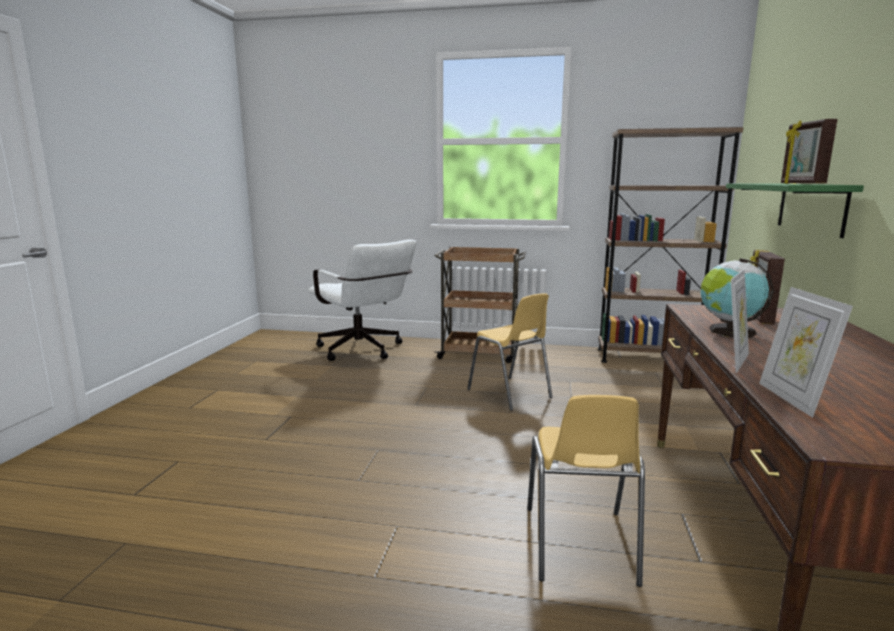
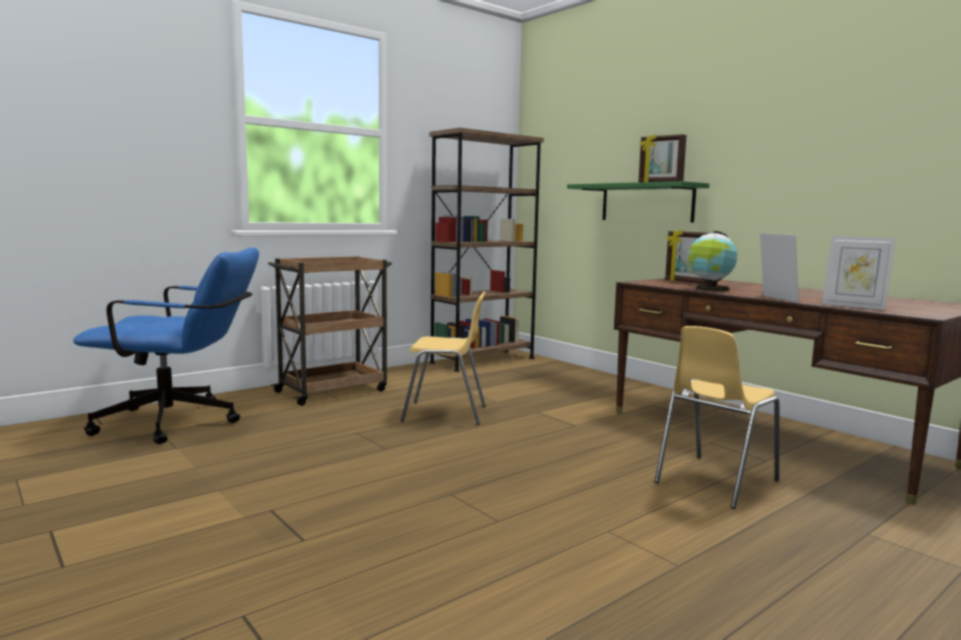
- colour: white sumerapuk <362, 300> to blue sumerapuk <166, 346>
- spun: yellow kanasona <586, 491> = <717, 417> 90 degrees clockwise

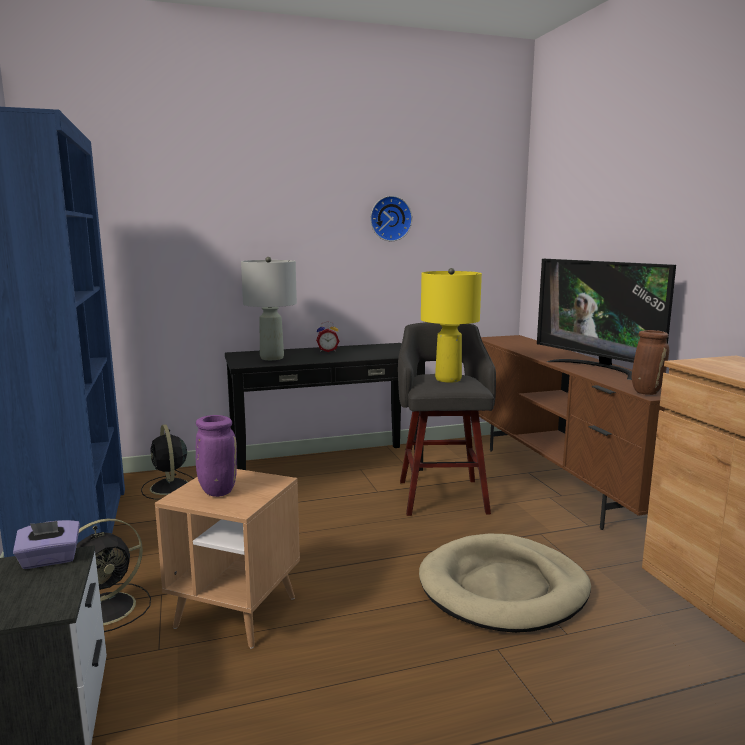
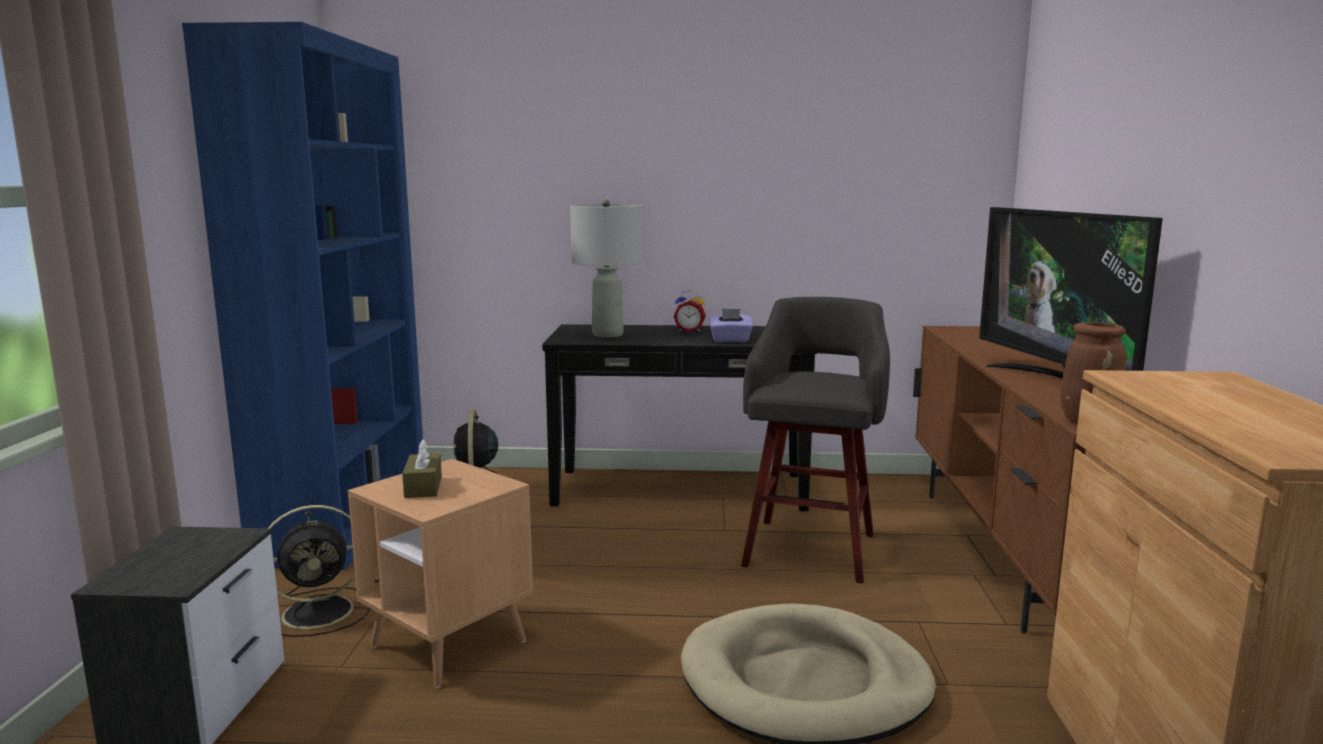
- missing: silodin <391, 218>
- missing: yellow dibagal <451, 325>
- exchanged: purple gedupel <216, 456> to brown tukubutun <422, 468>
- relocated: purple tukubutun <46, 544> to <731, 325>

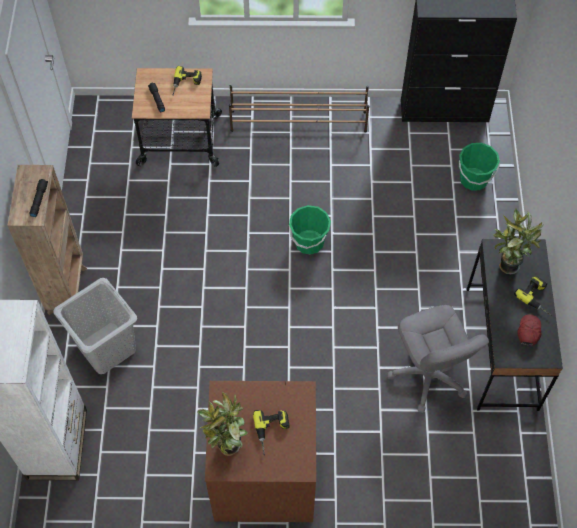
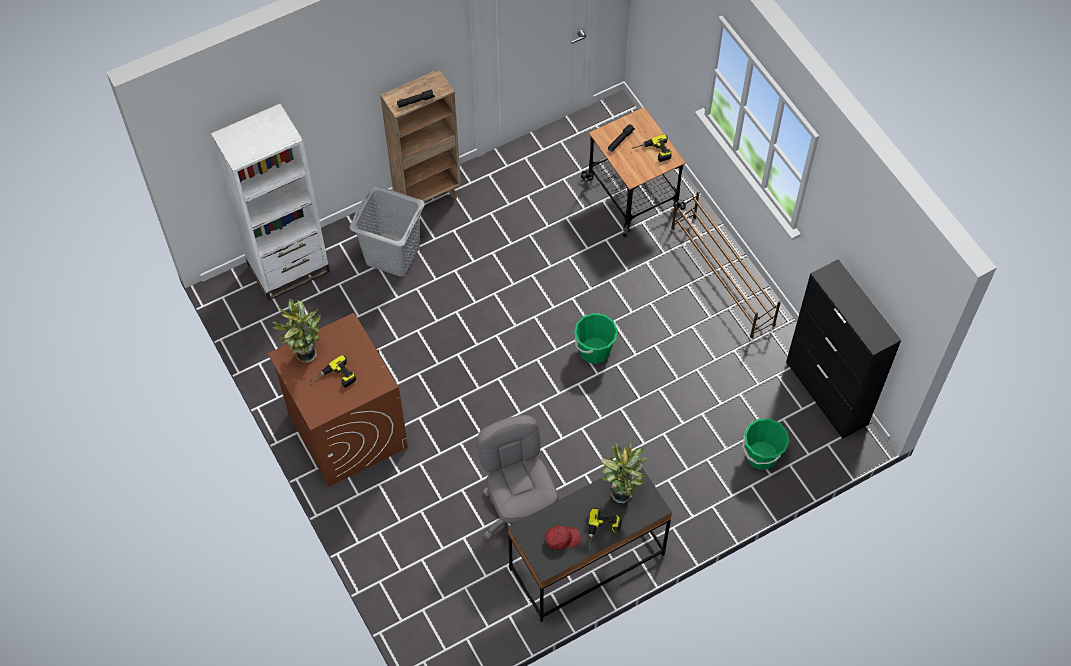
- spun: grey sumerapuk <438, 359> = <518, 477> 120 degrees clockwise

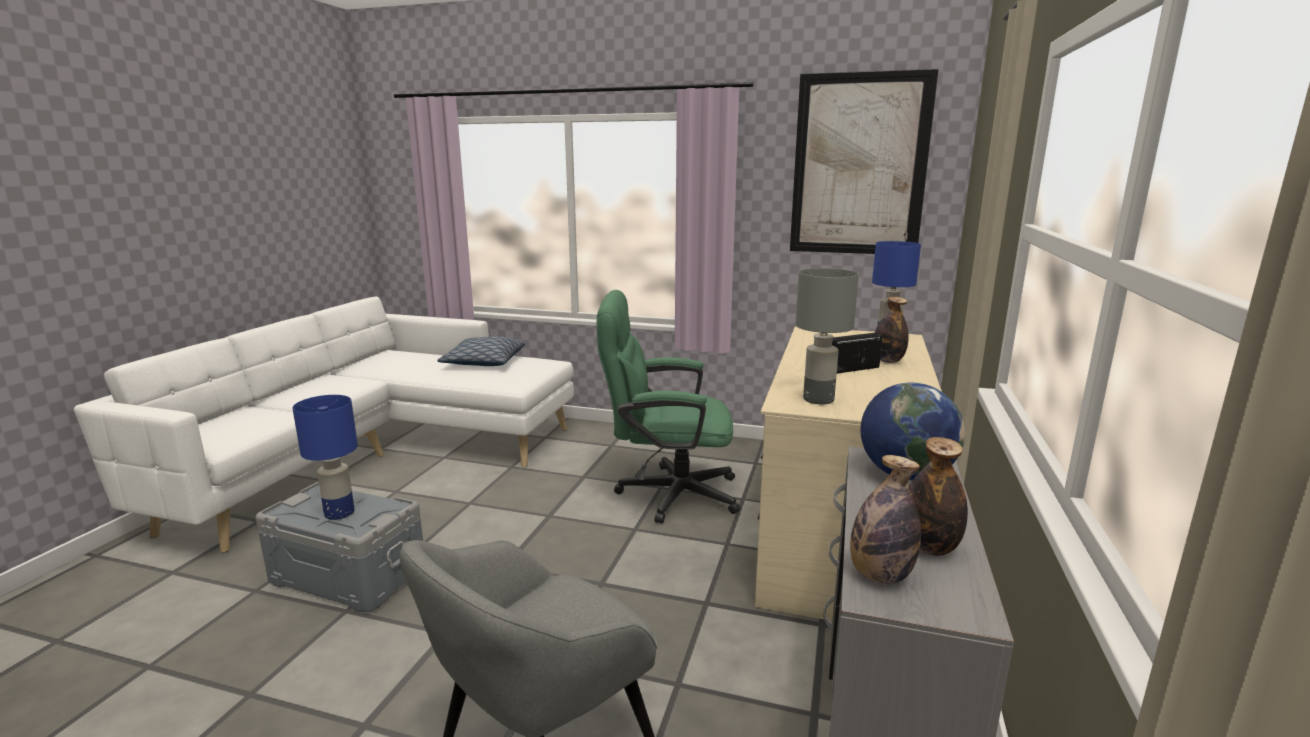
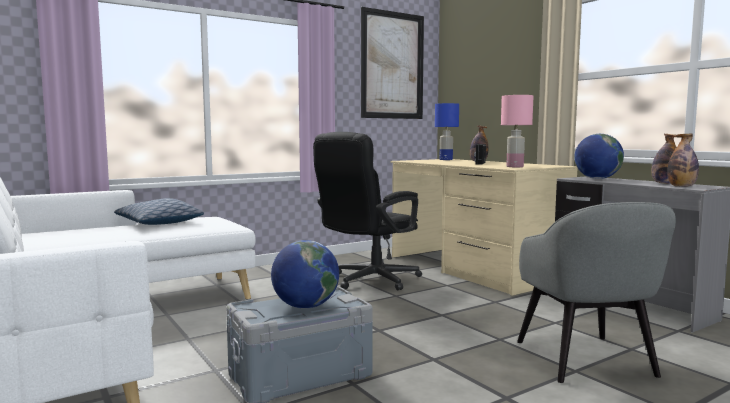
- colour: grey dibagal <827, 336> to pink dibagal <517, 131>
- colour: green sumerapuk <668, 407> to black sumerapuk <367, 211>
- exchanged: blue dibagal <325, 457> to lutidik <305, 274>

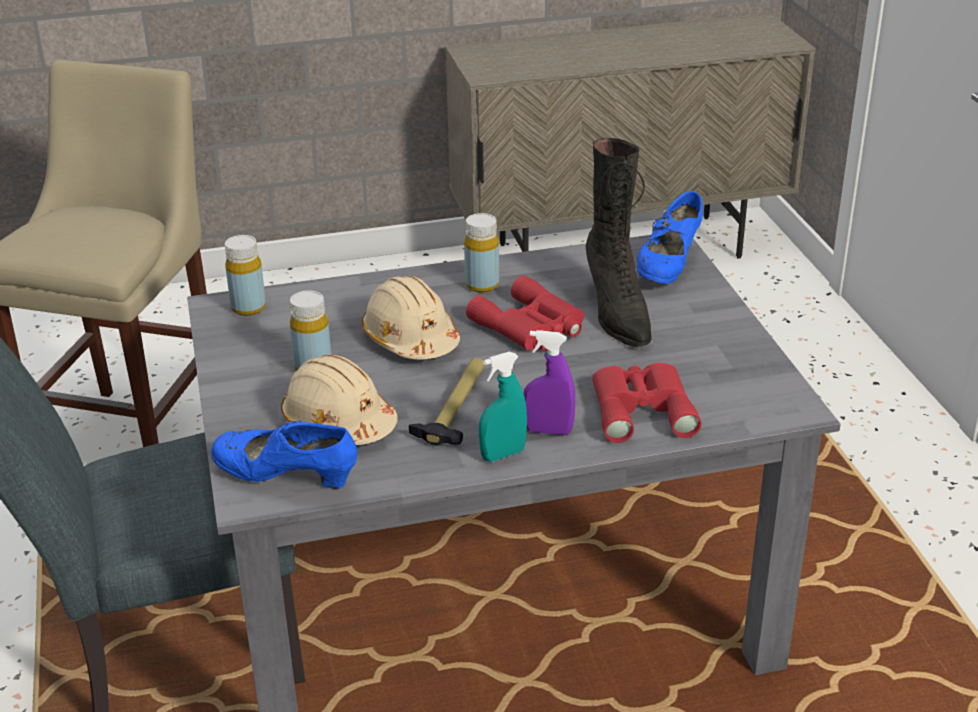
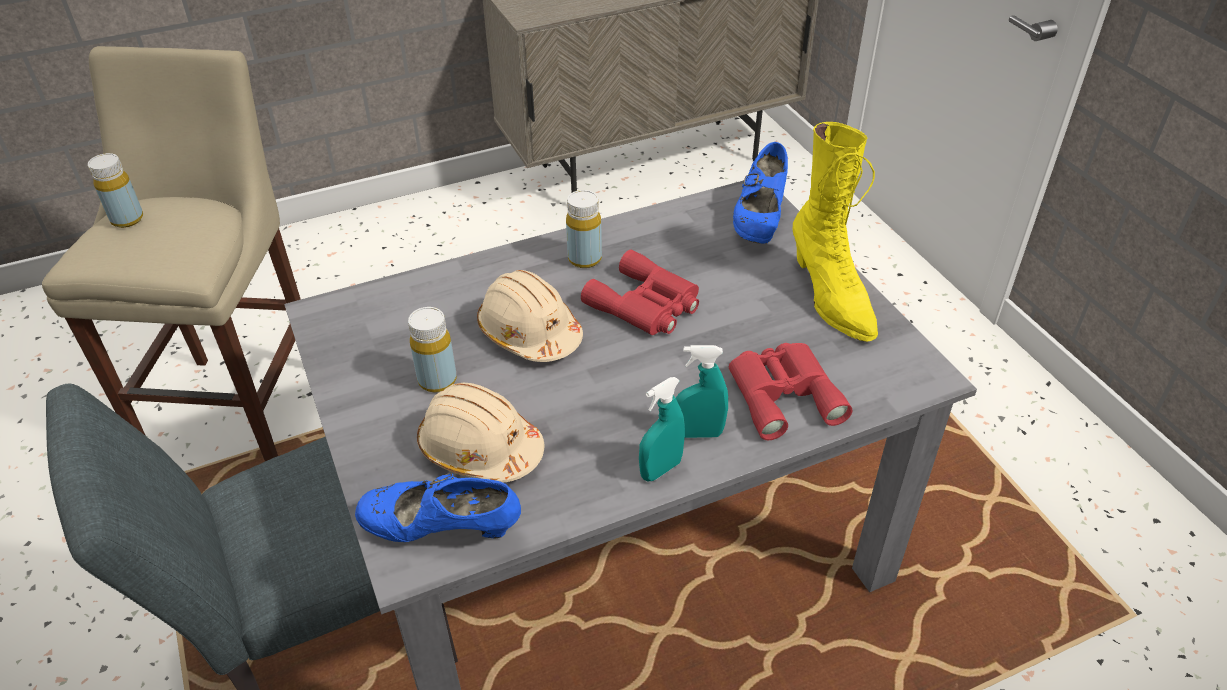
- missing: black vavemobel <619, 243>
- relocated: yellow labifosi <245, 275> to <115, 190>
- colour: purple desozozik <549, 382> to turquoise desozozik <702, 391>
- missing: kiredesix <447, 401>
- appeared: yellow vavemobel <835, 232>

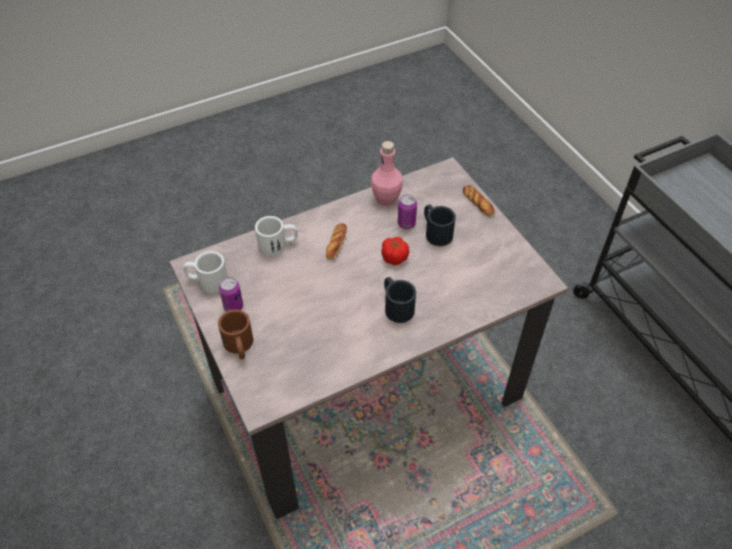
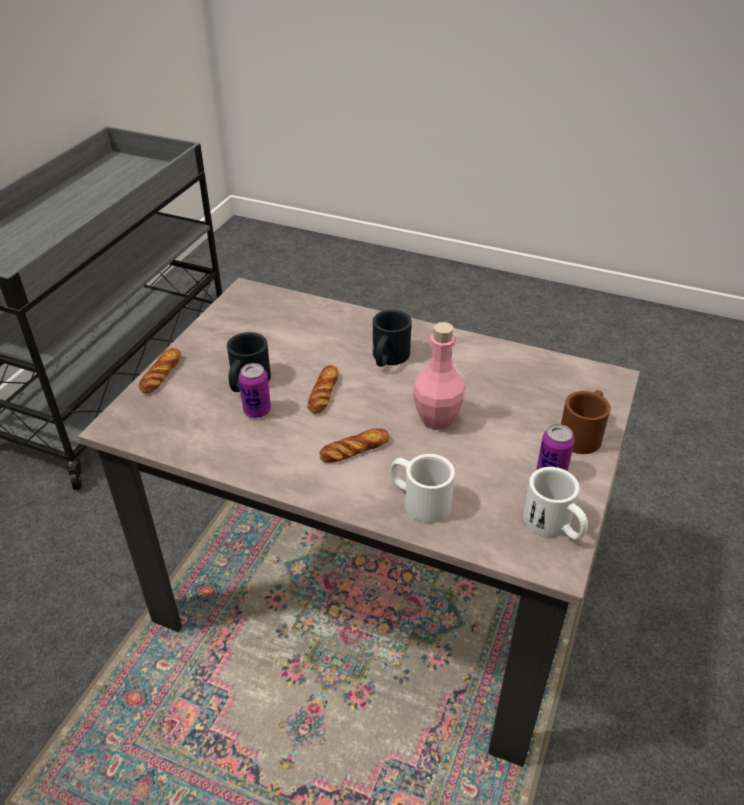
- relocated: pink labifosi <387, 173> to <439, 376>
- exchanged: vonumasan <395, 251> to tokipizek <322, 389>

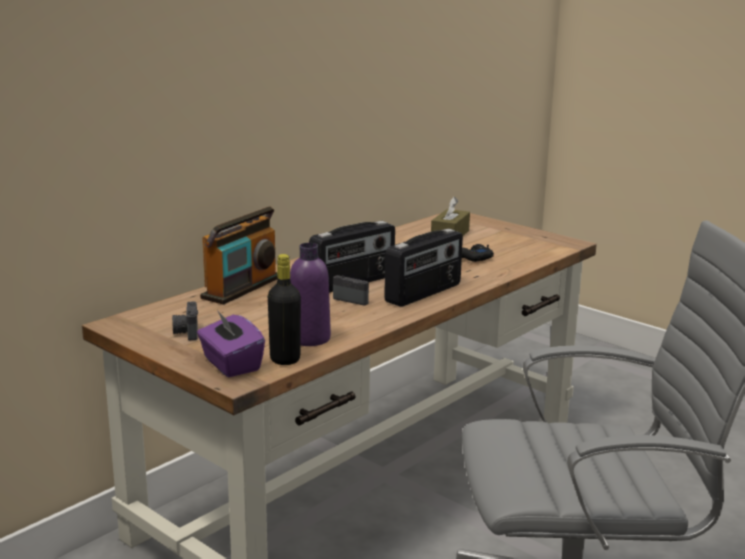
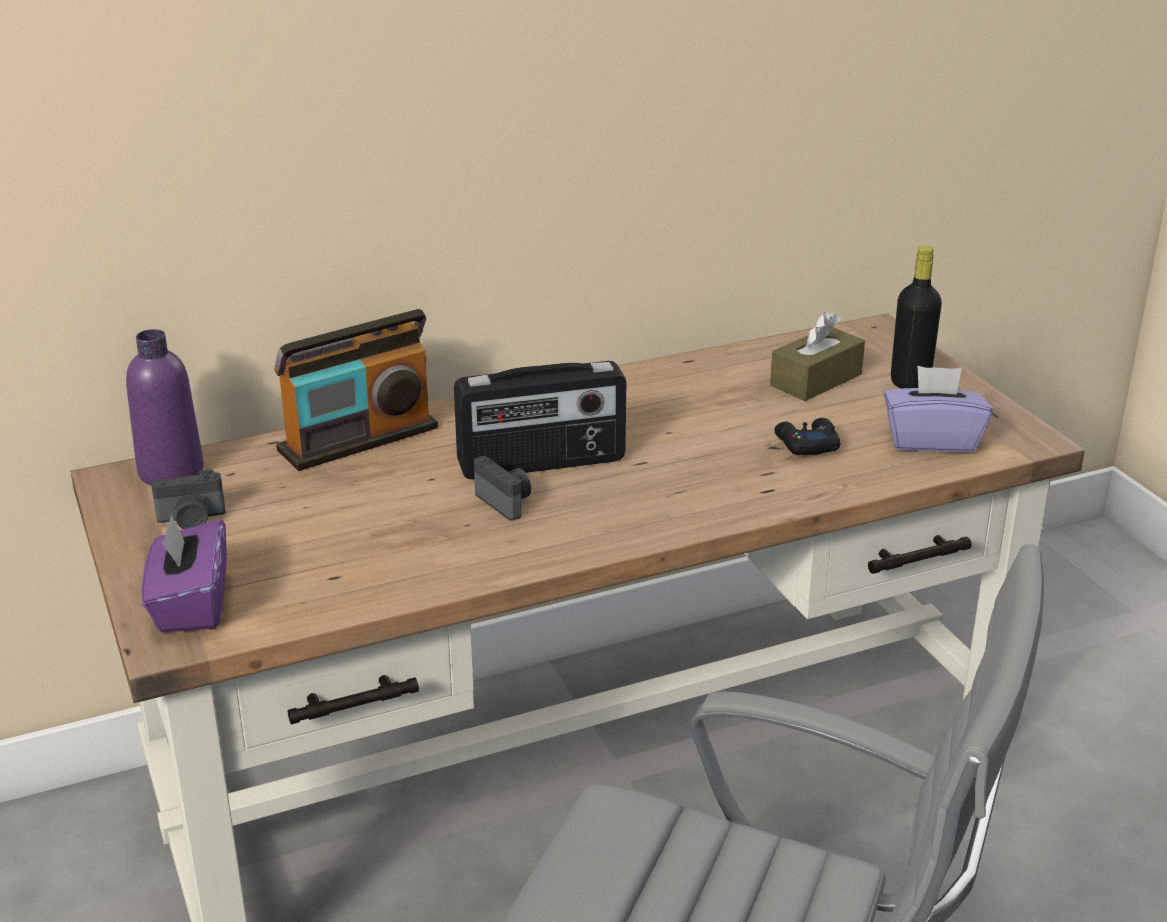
- missing: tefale <423, 267>
- relocated: purple labifosi <310, 294> to <165, 407>
- relocated: black labifosi <284, 309> to <916, 316>
- spun: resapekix <185, 321> = <188, 499> 120 degrees counterclockwise
- appeared: purple tukubutun <938, 409>

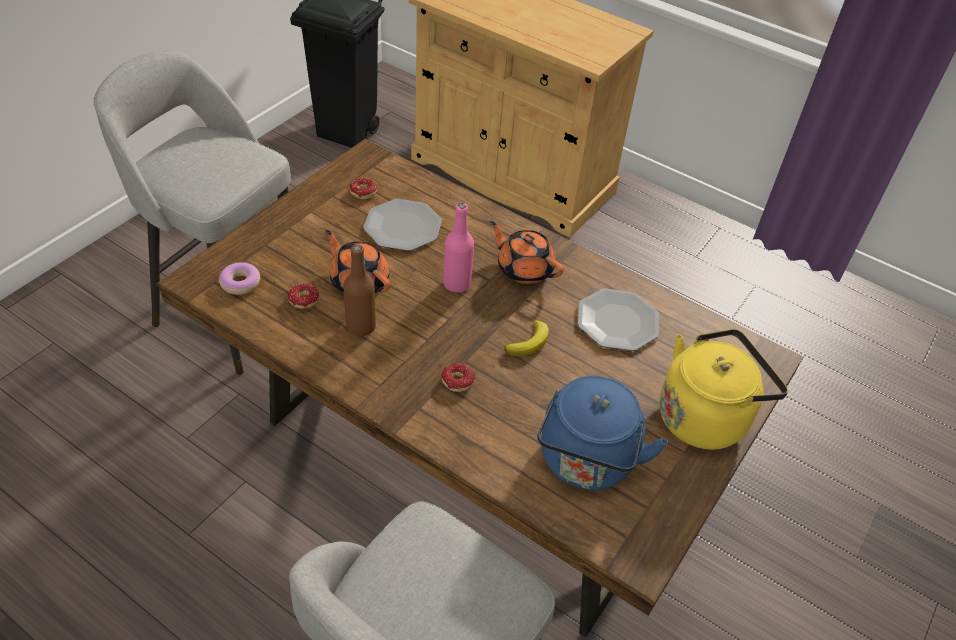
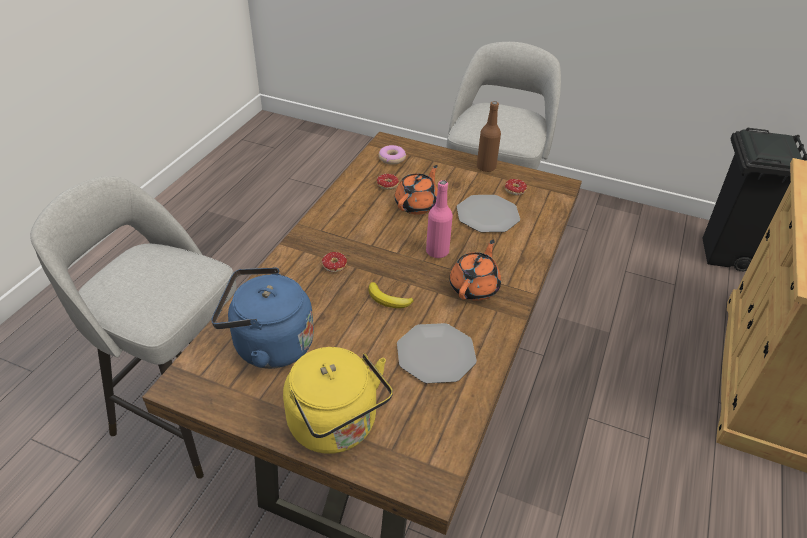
- relocated: brown labifosi <359, 290> to <489, 136>

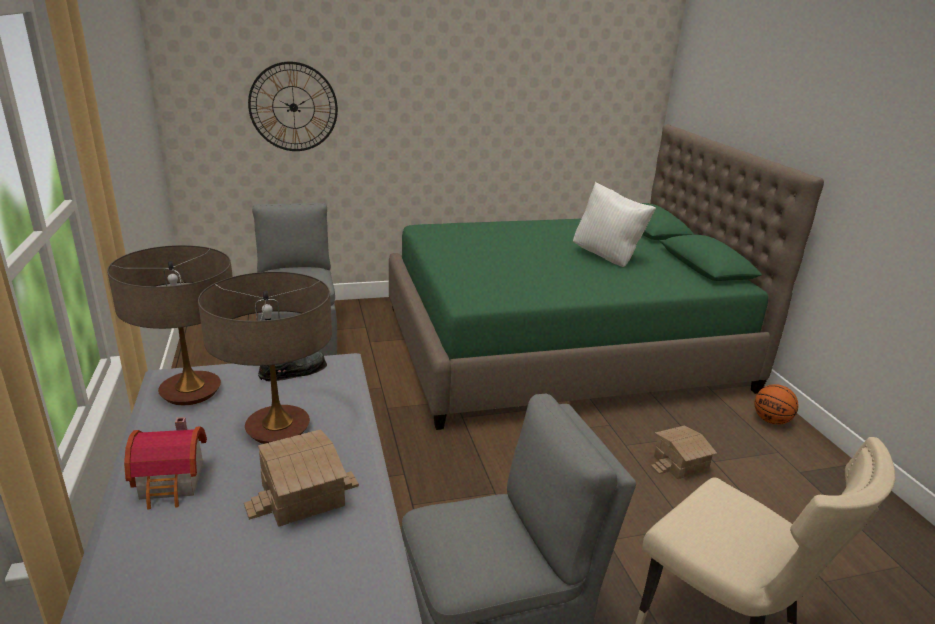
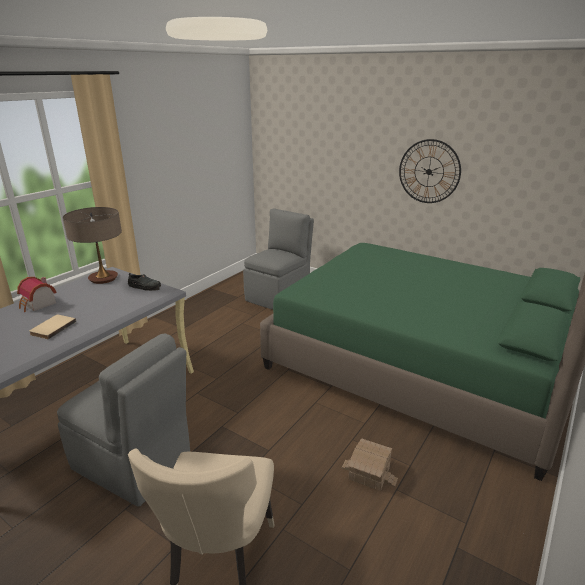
- relocated: silodin <293, 106> to <430, 171>
- missing: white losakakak <614, 224>
- missing: dibagal <265, 358>
- missing: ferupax <776, 404>
- exchanged: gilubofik <301, 478> to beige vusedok <52, 327>

